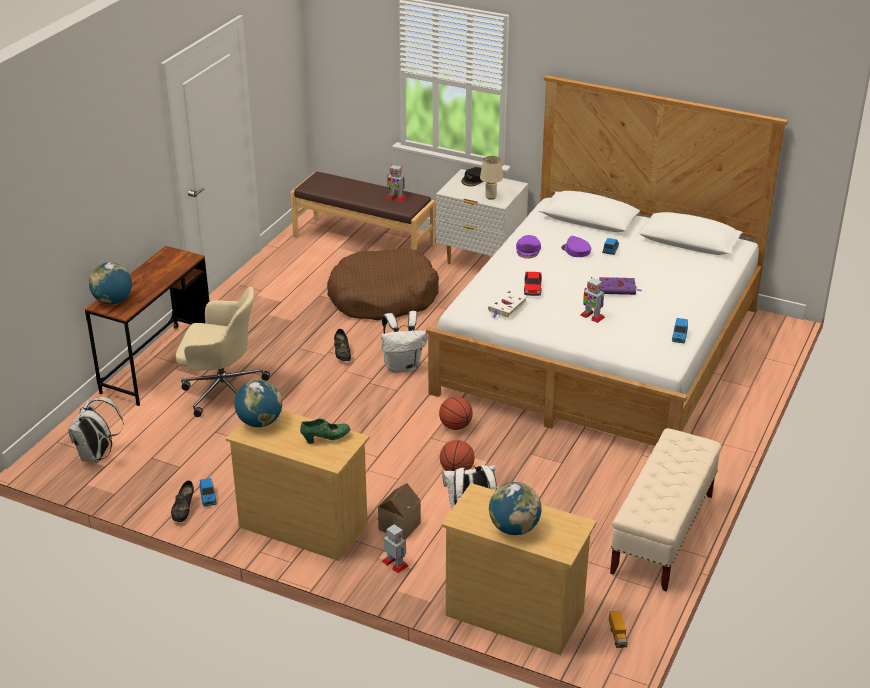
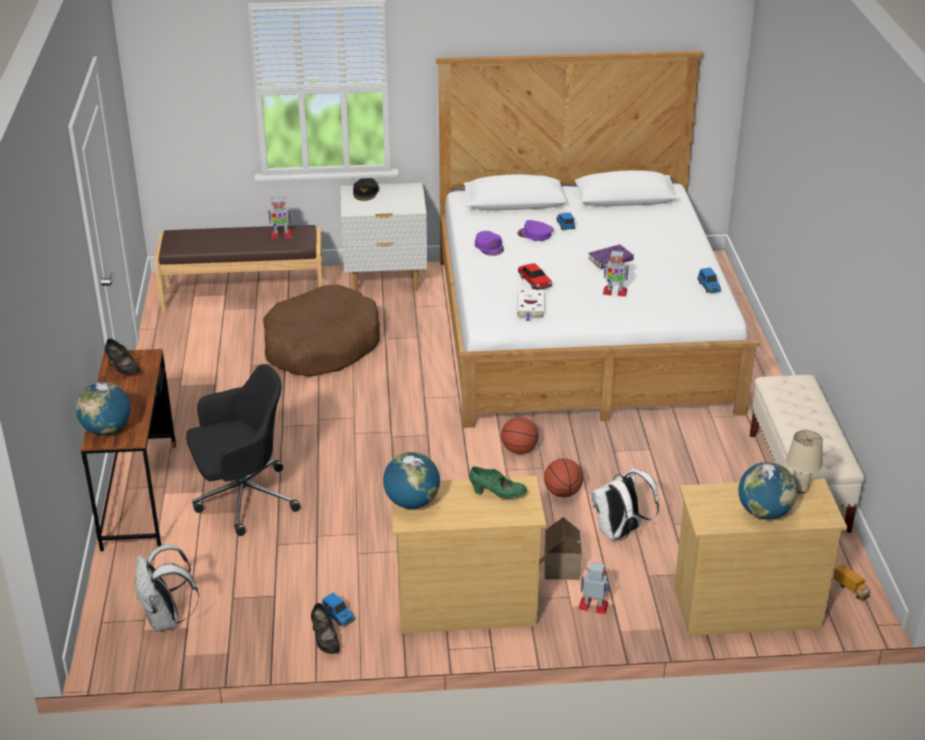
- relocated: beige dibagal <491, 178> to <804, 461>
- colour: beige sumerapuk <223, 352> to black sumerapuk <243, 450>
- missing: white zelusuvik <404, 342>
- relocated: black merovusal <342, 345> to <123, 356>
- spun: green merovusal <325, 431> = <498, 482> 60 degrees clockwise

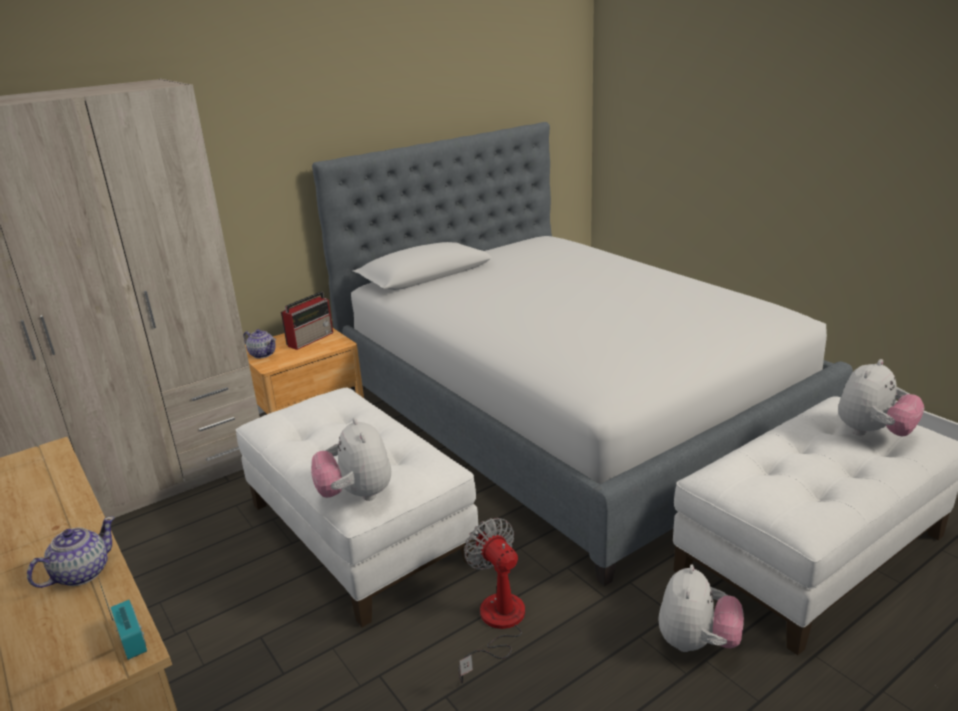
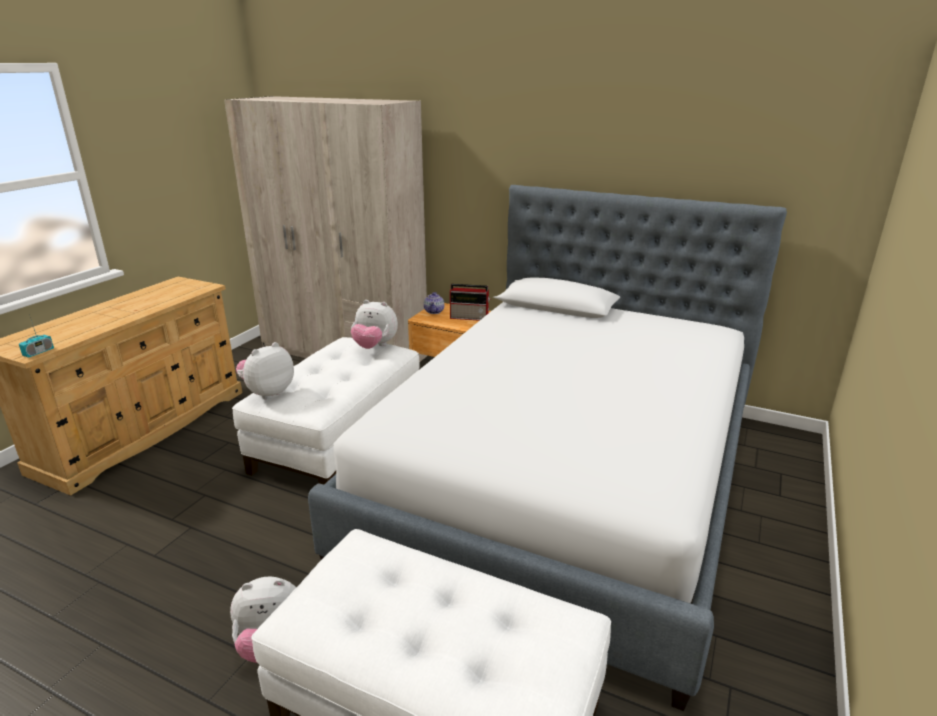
- relocated: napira <881, 397> to <374, 324>
- missing: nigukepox <71, 552>
- missing: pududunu <491, 601>

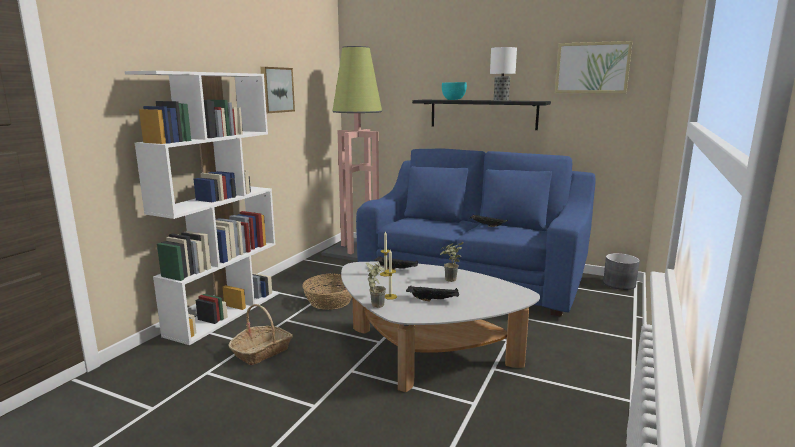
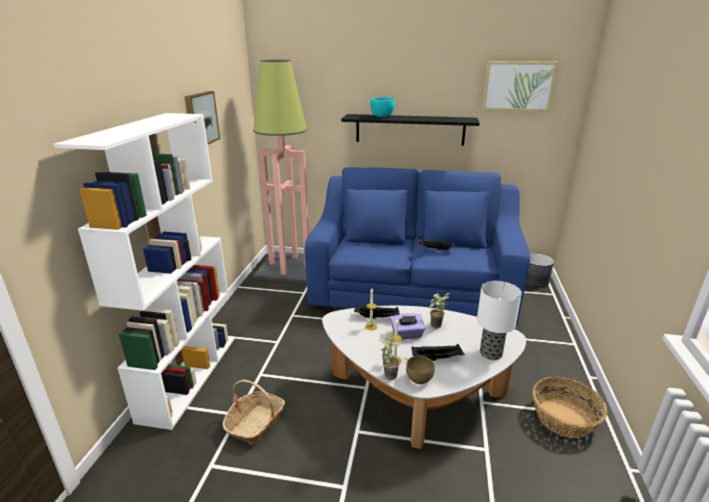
- relocated: dibagal <503, 74> to <499, 320>
- relocated: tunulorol <327, 292> to <570, 407>
- appeared: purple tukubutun <408, 326>
- appeared: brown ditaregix <420, 370>

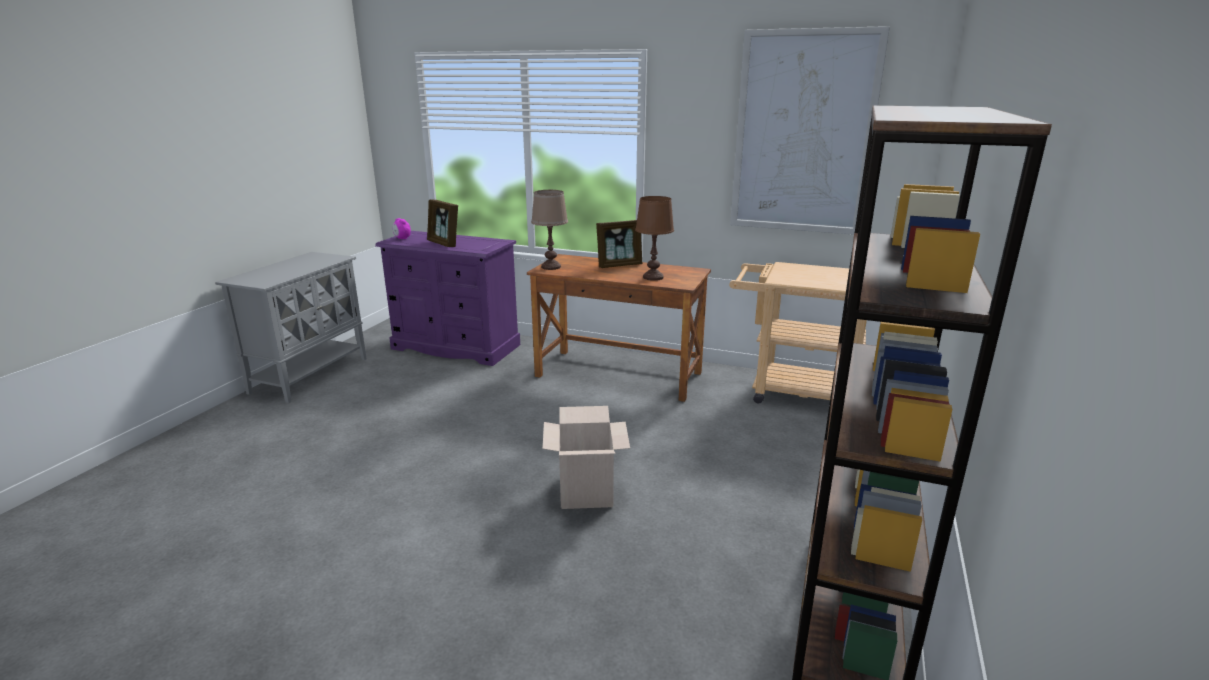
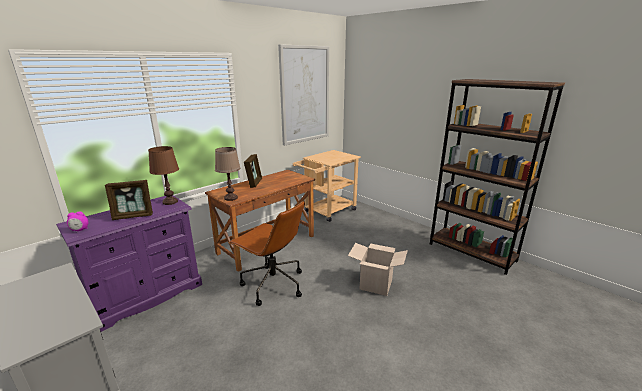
- relocated: brown dibagal <654, 238> to <163, 175>
- appeared: brown sumerapuk <266, 253>

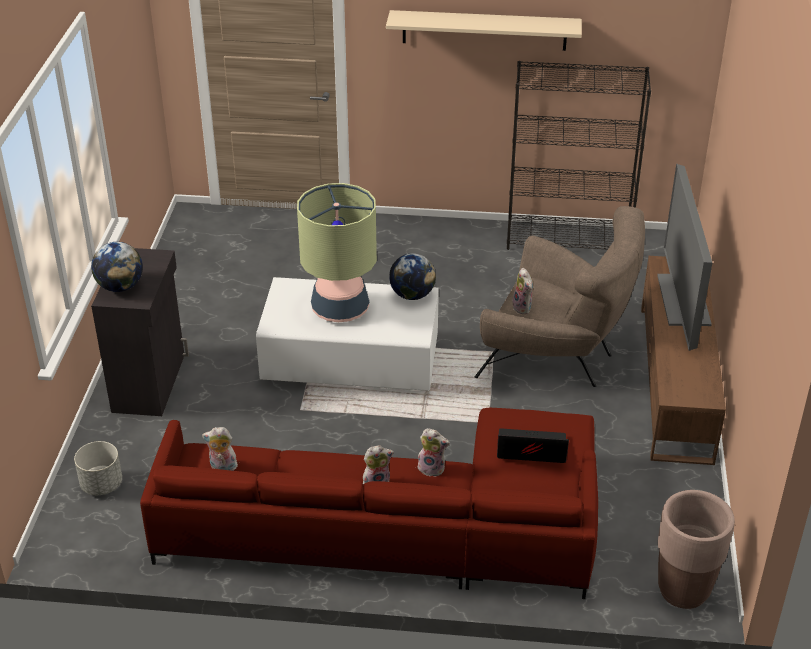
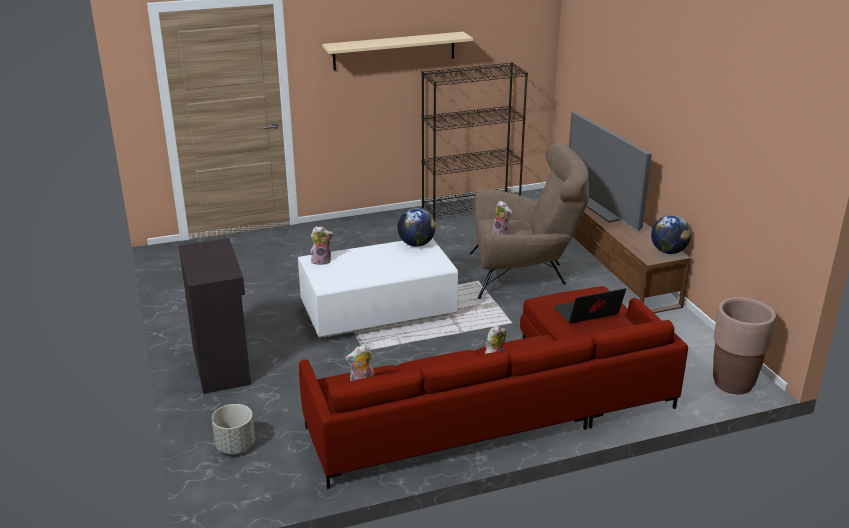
- missing: dibagal <337, 252>
- relocated: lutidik <117, 267> to <671, 234>
- relocated: napira <434, 452> to <322, 245>

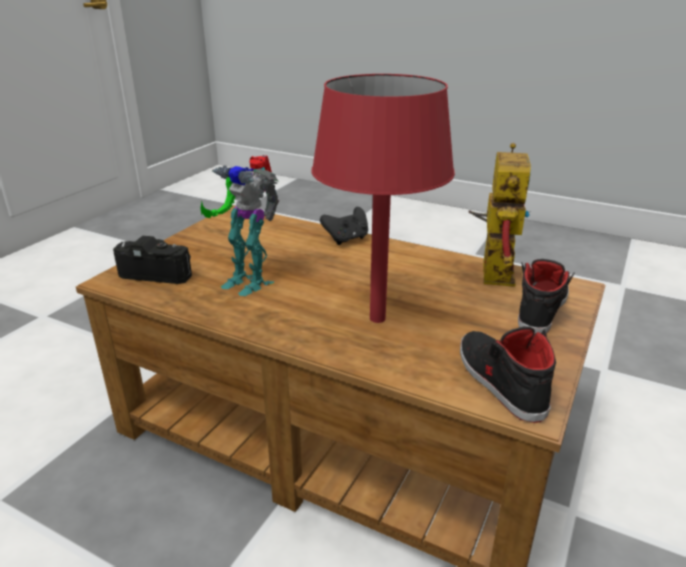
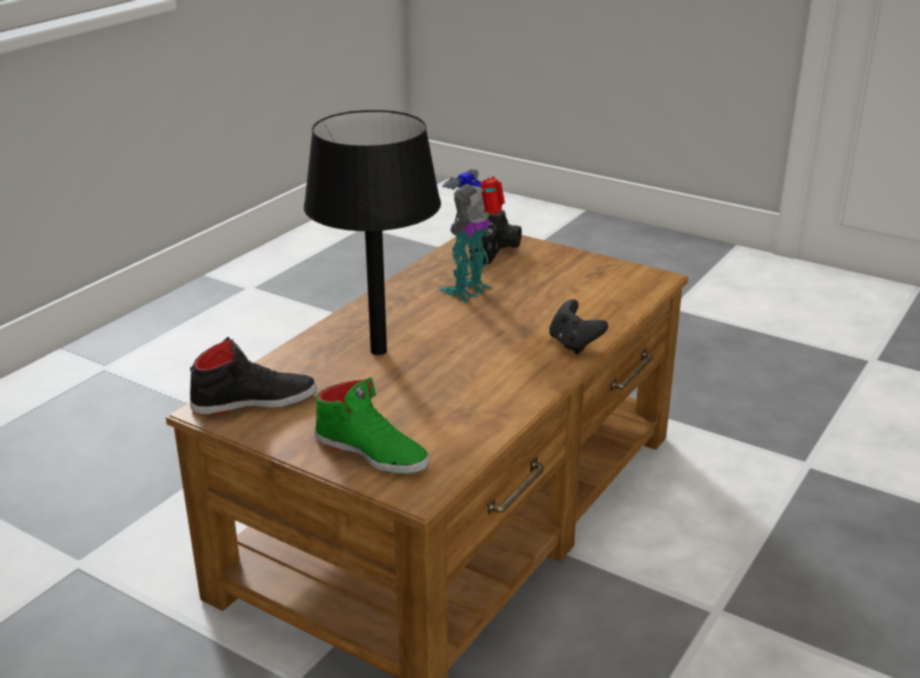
- colour: red dibagal <383, 198> to black dibagal <372, 232>
- missing: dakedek <500, 215>
- colour: black merovusal <546, 296> to green merovusal <371, 425>

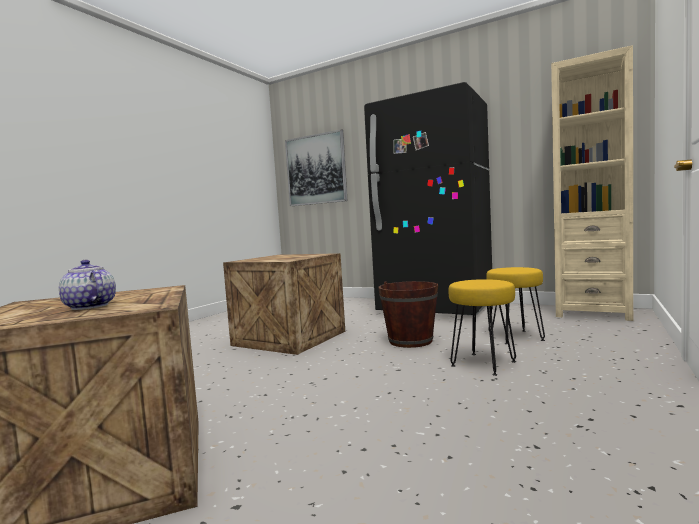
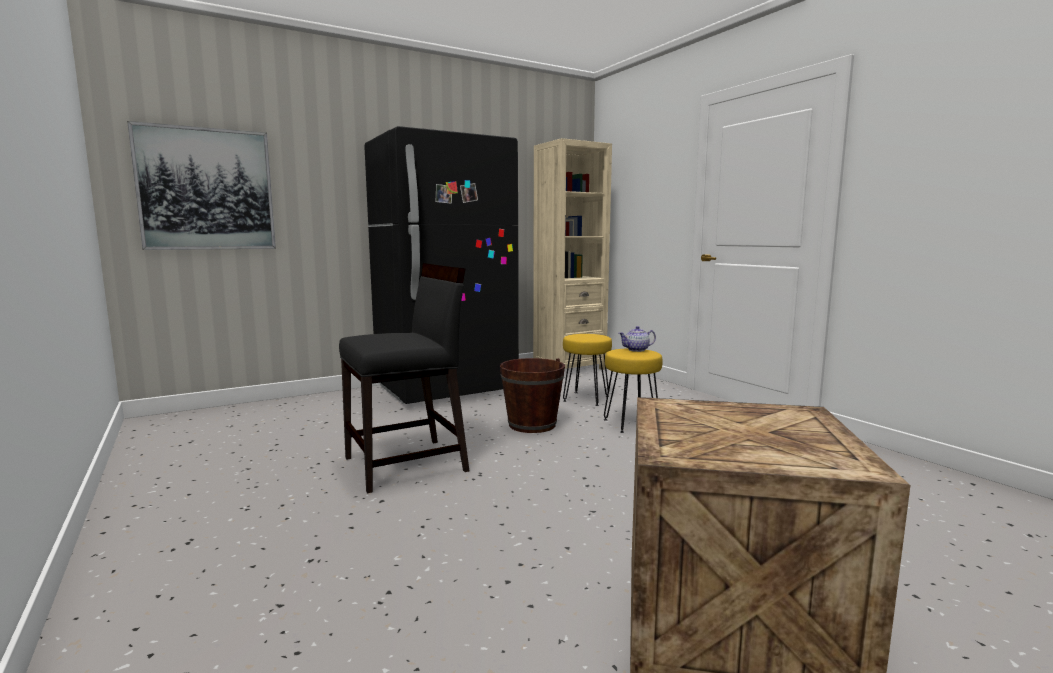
- exchanged: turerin <284, 304> to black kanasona <404, 378>
- relocated: nigukepox <87, 285> to <637, 339>

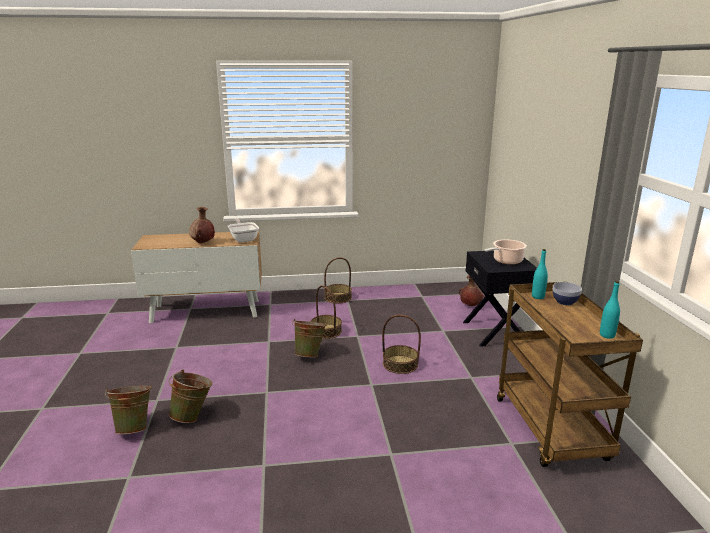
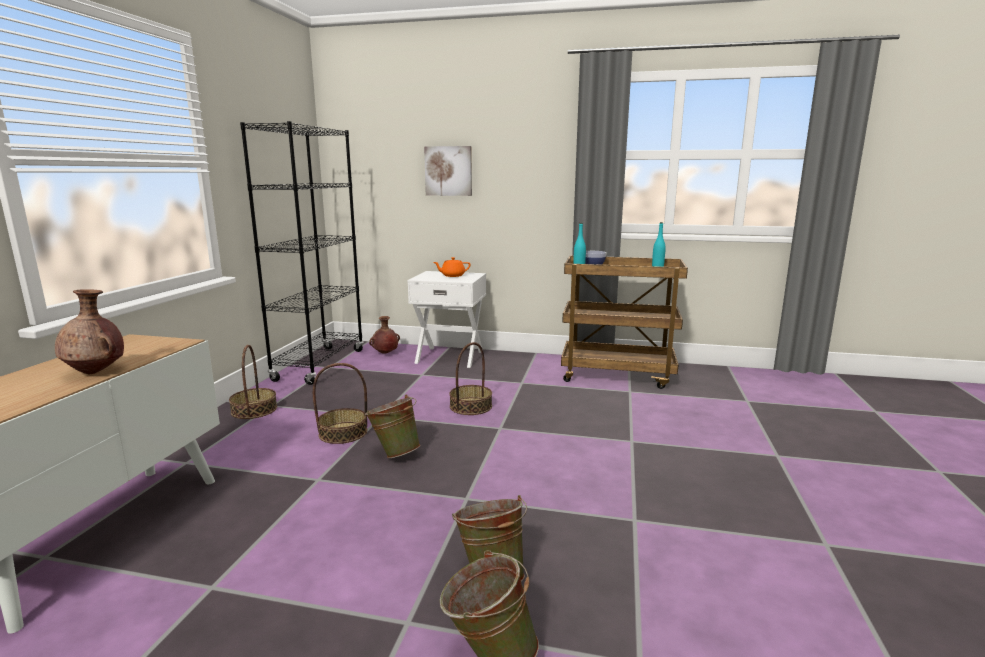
- missing: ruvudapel <243, 230>
- exchanged: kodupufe <505, 251> to orange nigukepox <452, 267>
- colour: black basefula <500, 298> to white basefula <446, 319>
- appeared: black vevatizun <302, 253>
- appeared: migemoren <448, 171>

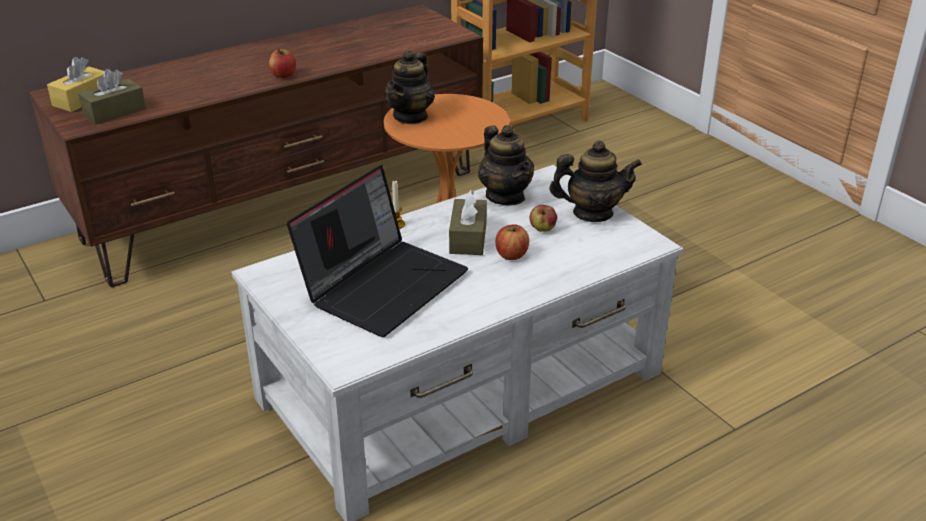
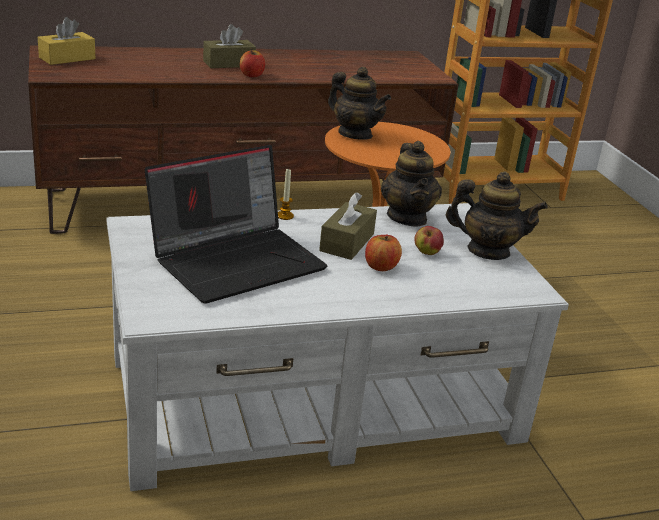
- spun: nigukepox <409, 87> = <359, 103> 90 degrees counterclockwise
- relocated: brown tukubutun <112, 96> to <229, 46>

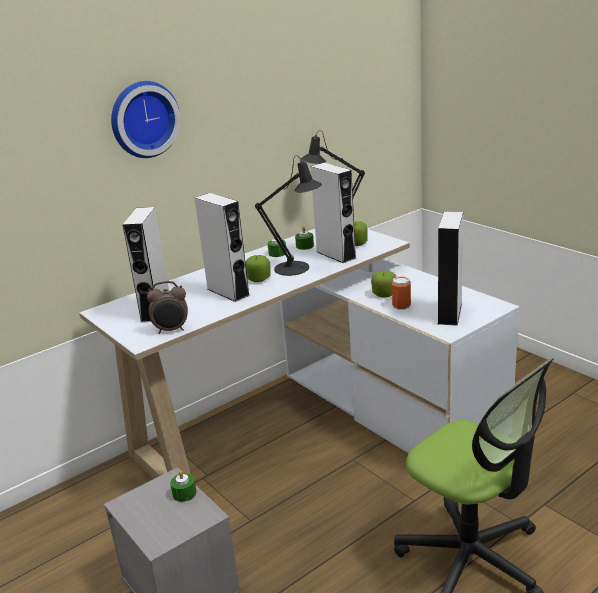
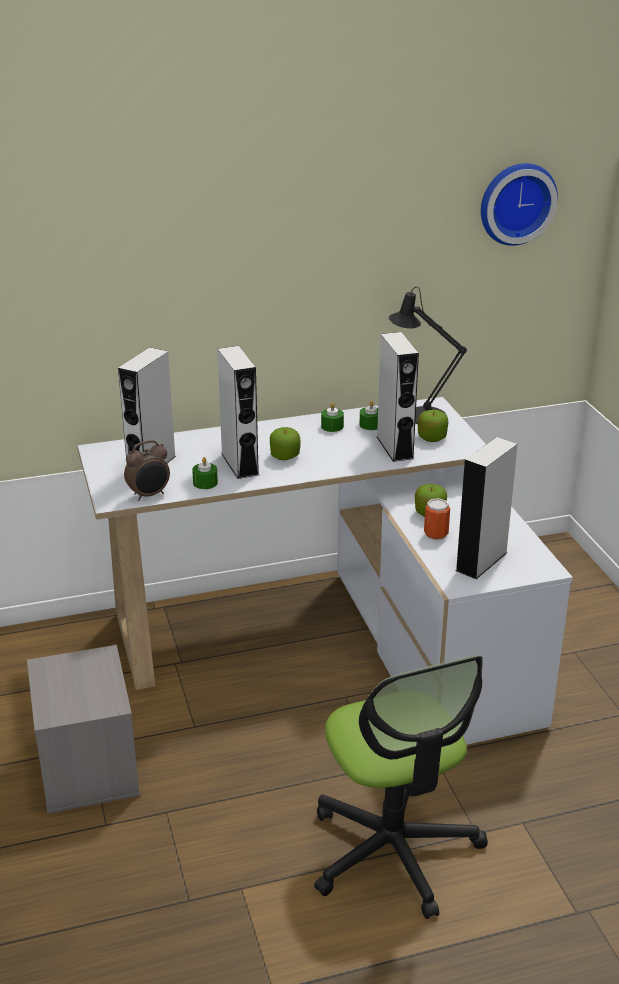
- relocated: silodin <145, 119> to <519, 204>
- missing: black dibagal <288, 215>
- spun: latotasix <167, 307> = <147, 470> 45 degrees counterclockwise
- relocated: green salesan <183, 486> to <205, 473>

